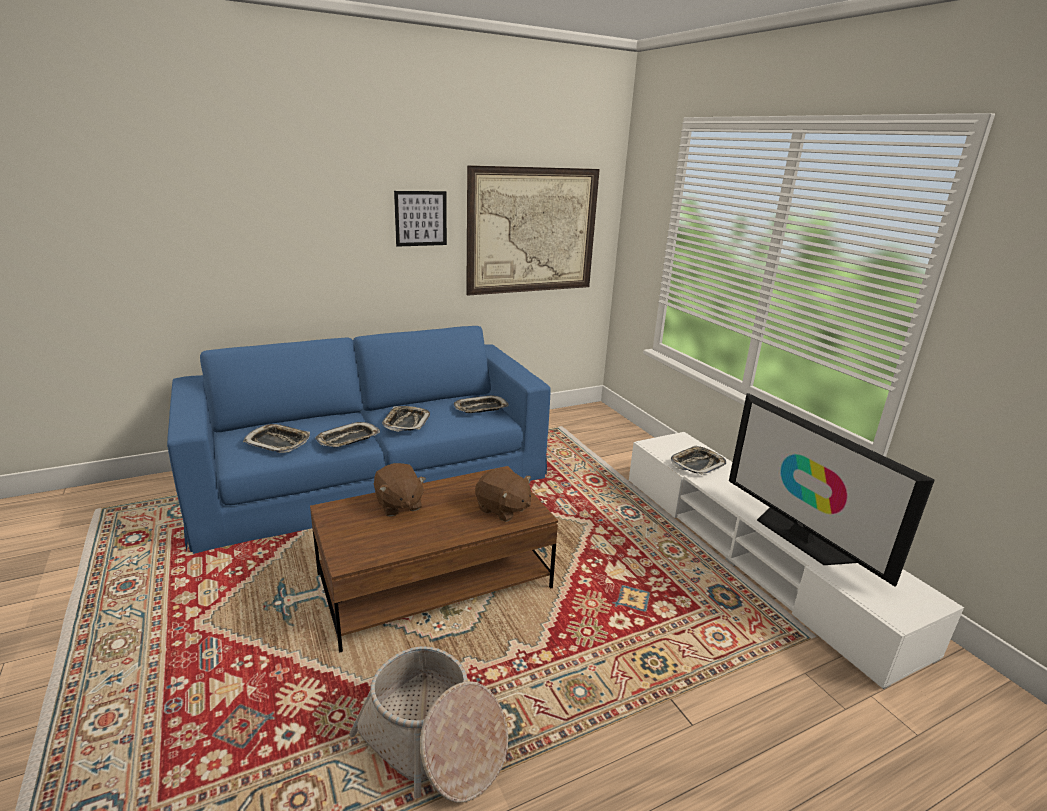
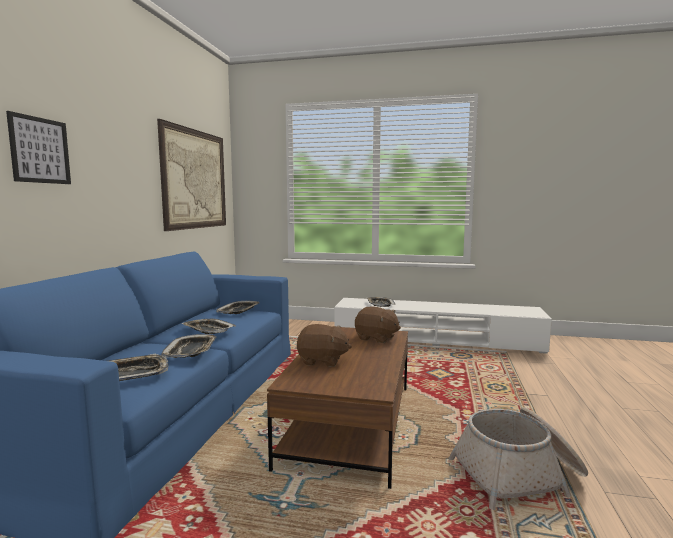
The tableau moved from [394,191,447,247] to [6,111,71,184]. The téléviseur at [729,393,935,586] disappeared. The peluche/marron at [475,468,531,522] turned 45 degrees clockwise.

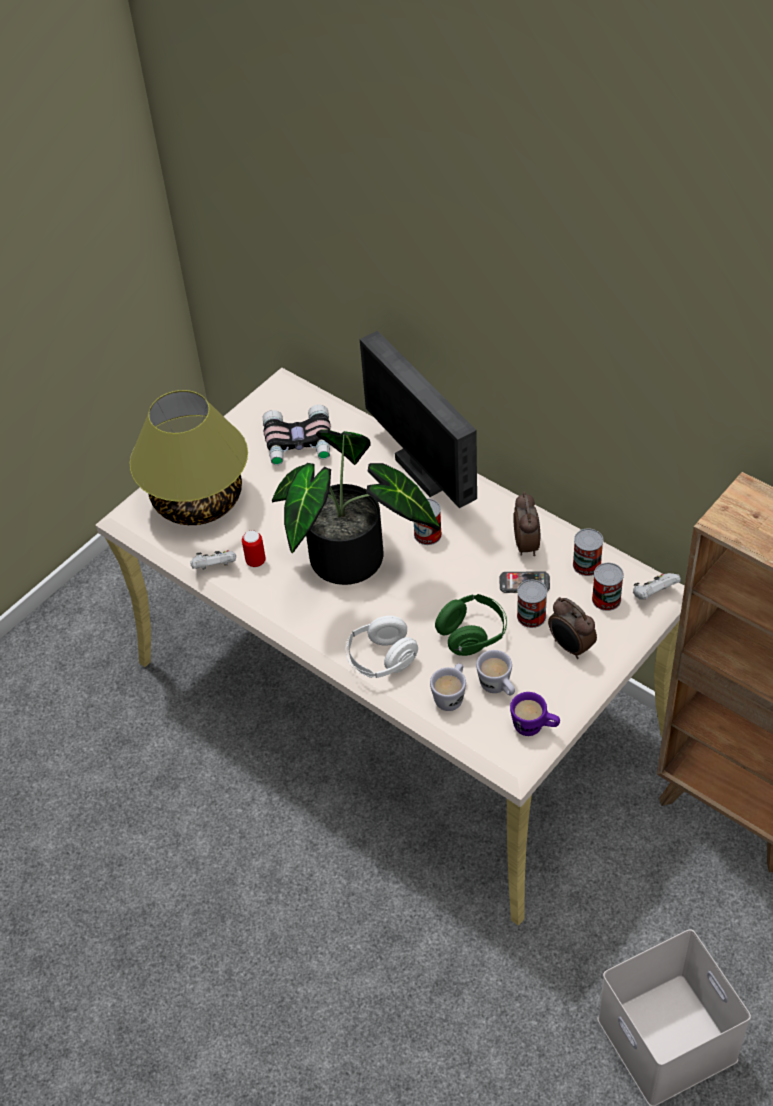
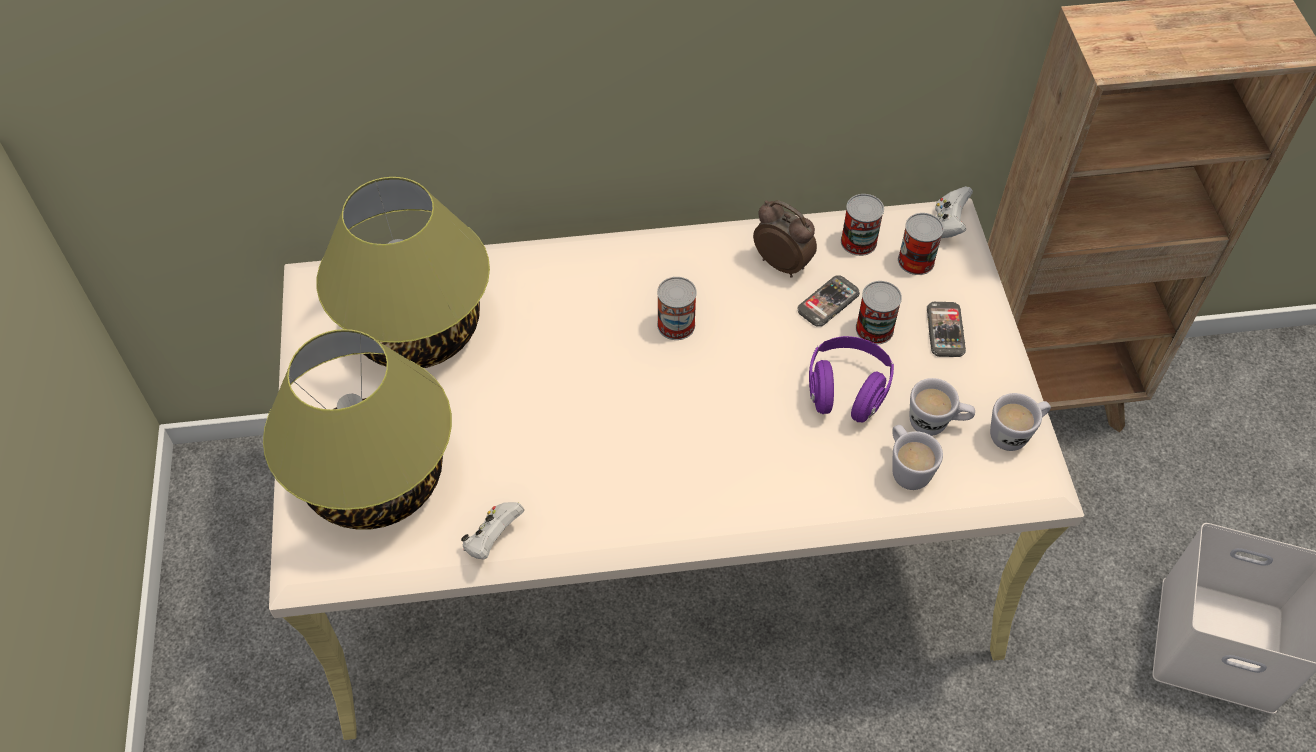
The écran d'ordinateur at [360,331,477,508] disappeared. The jumelles at [263,405,331,465] was replaced by the lampe de table at [317,177,490,368]. The plante en pot at [272,430,440,585] disappeared. The boîte métallique at [242,531,266,567] disappeared. The casque audio/vert at [435,594,507,656] became the casque audio/violet at [809,336,894,422]. The réveil at [548,597,597,659] was replaced by the téléphone at [927,302,966,357]. The casque audio/blanc at [345,616,418,678] disappeared. The mug/violet at [510,692,560,736] became the mug/blanc at [990,393,1051,451].

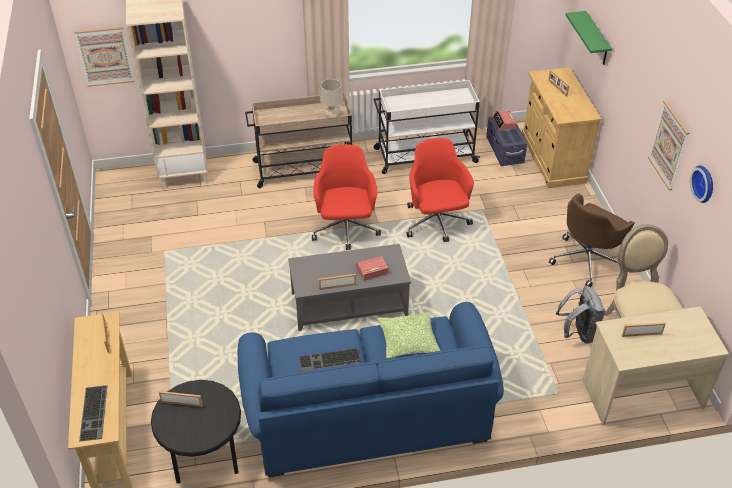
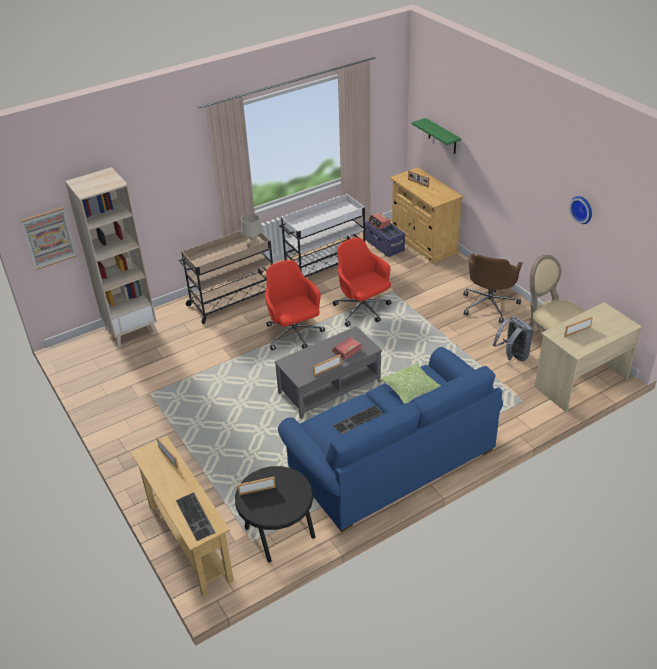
The tableau at [648,101,690,190] disappeared.

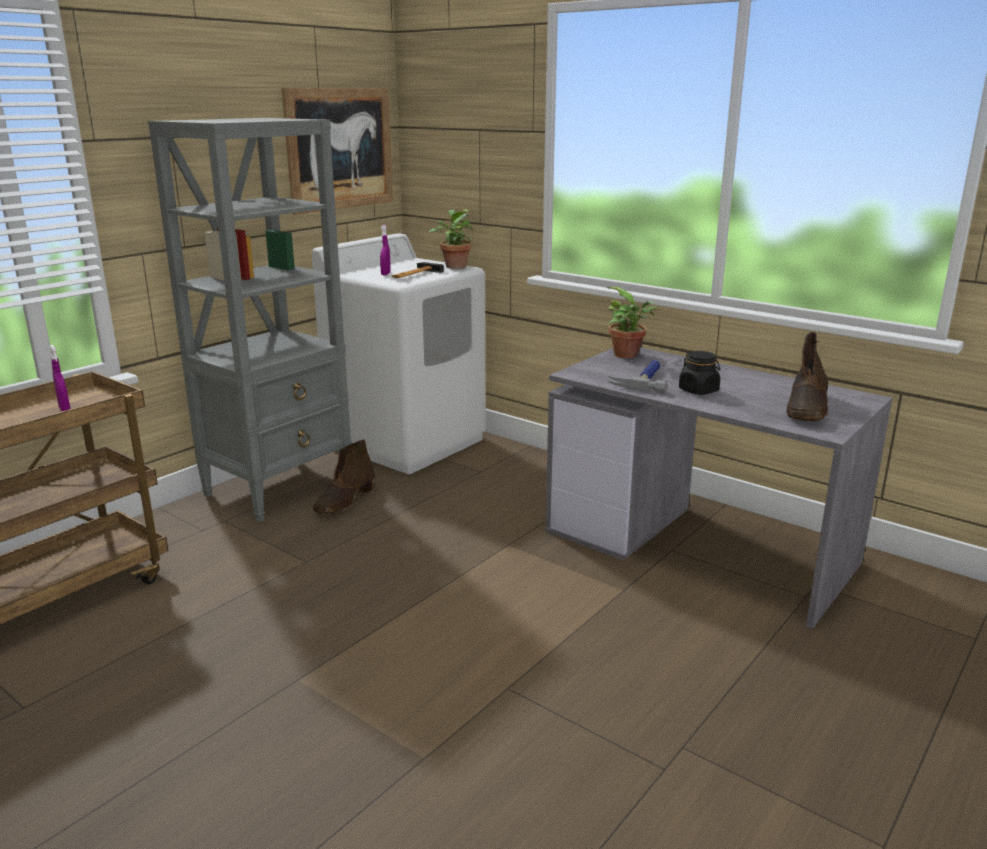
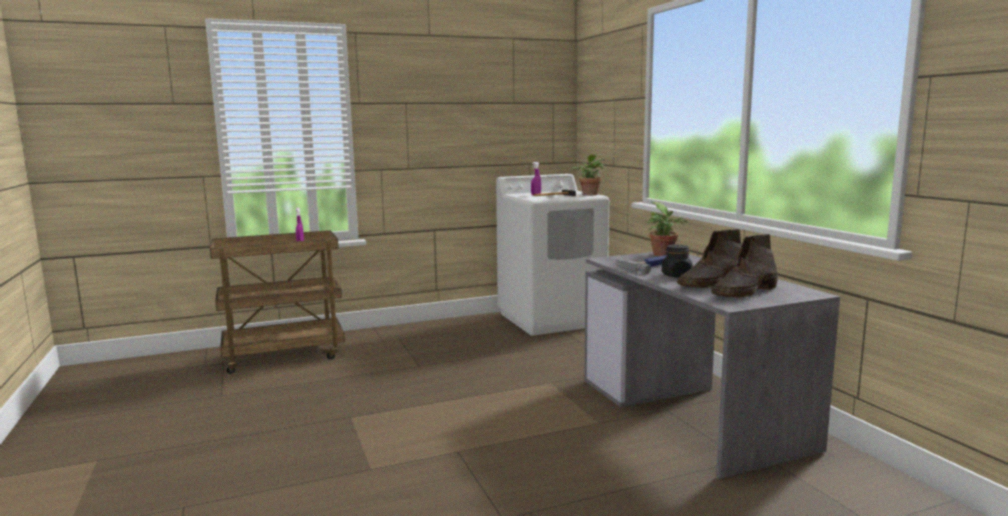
The tableau at [281,88,393,215] disappeared. The bibliothèque/gris at [148,118,352,522] disappeared. The botte/marron moved from [313,439,375,514] to [677,229,742,288].

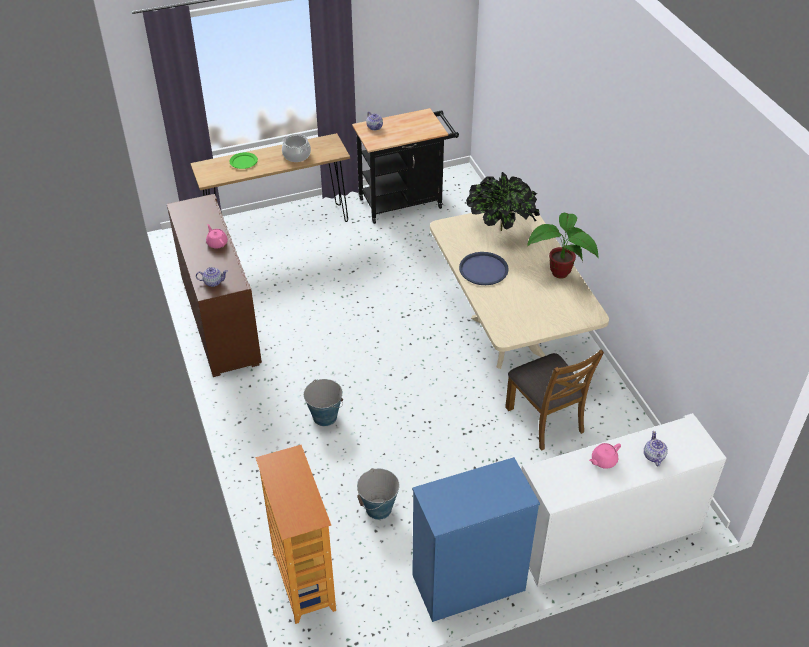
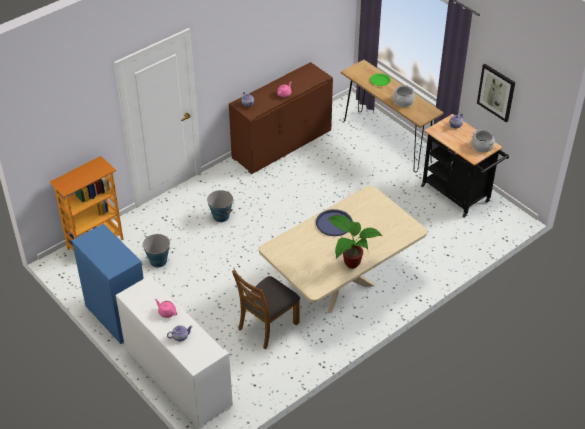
The plante en pot at [466,172,540,231] disappeared. The tableau at [477,64,515,122] appeared. The marmite at [471,129,495,153] appeared.

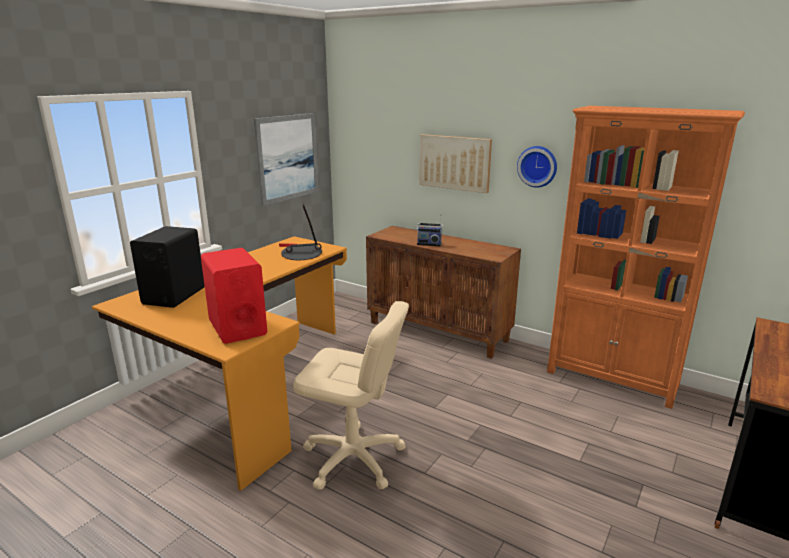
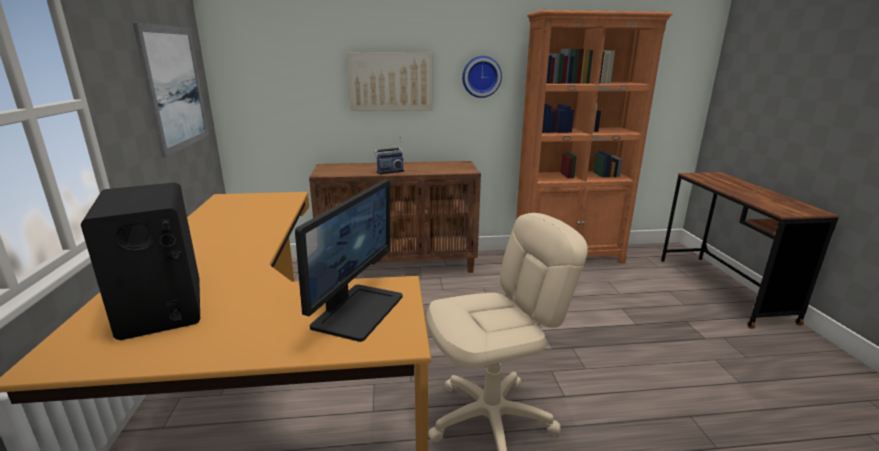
The lampe de table at [279,203,322,260] disappeared. The enceinte/rouge at [201,248,267,344] was replaced by the écran d'ordinateur at [295,179,403,342].

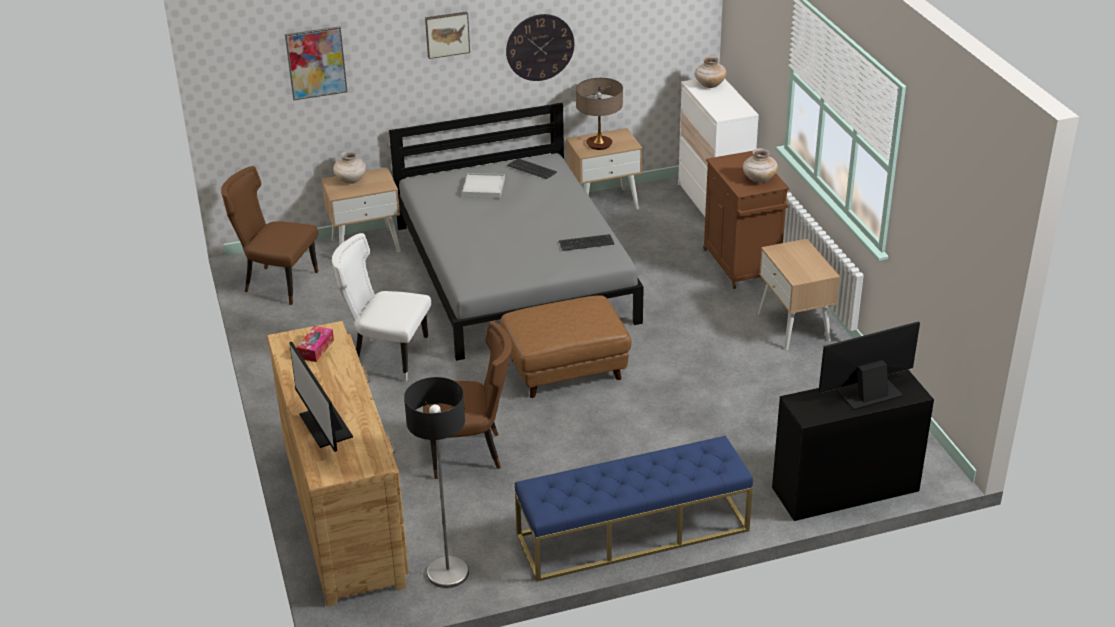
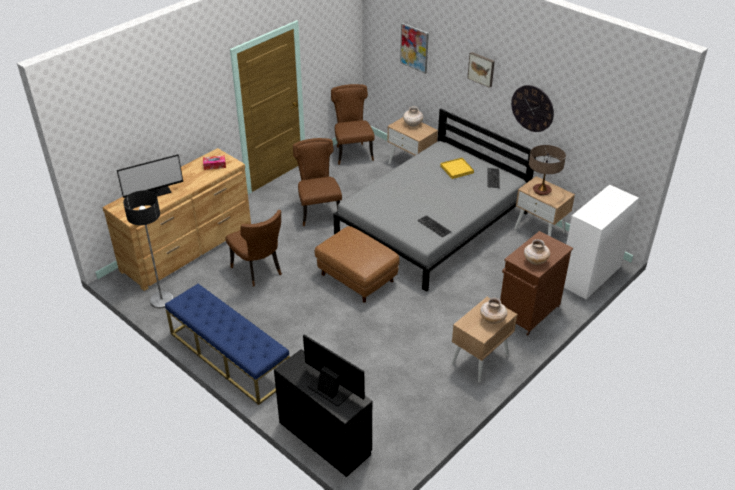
The vase/beige moved from [695,56,727,88] to [480,298,507,324]. The plateau/blanc at [462,173,505,198] became the plateau/jaune at [440,158,474,179]. The chaise/blanc at [332,233,431,382] became the chaise/marron at [293,138,342,226]. The écran d'ordinateur at [289,342,353,452] turned 150 degrees counterclockwise.

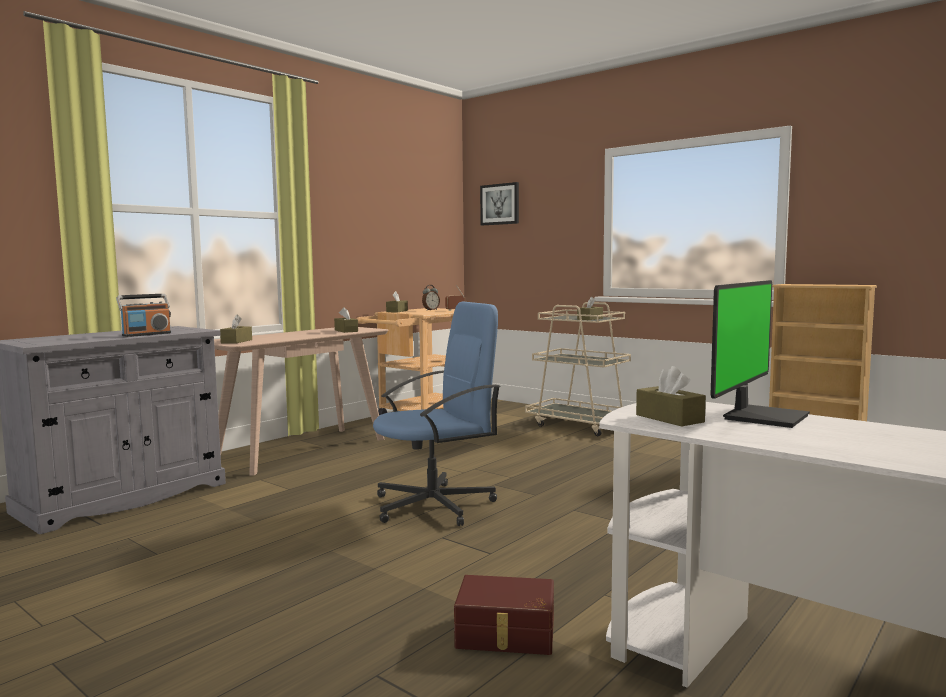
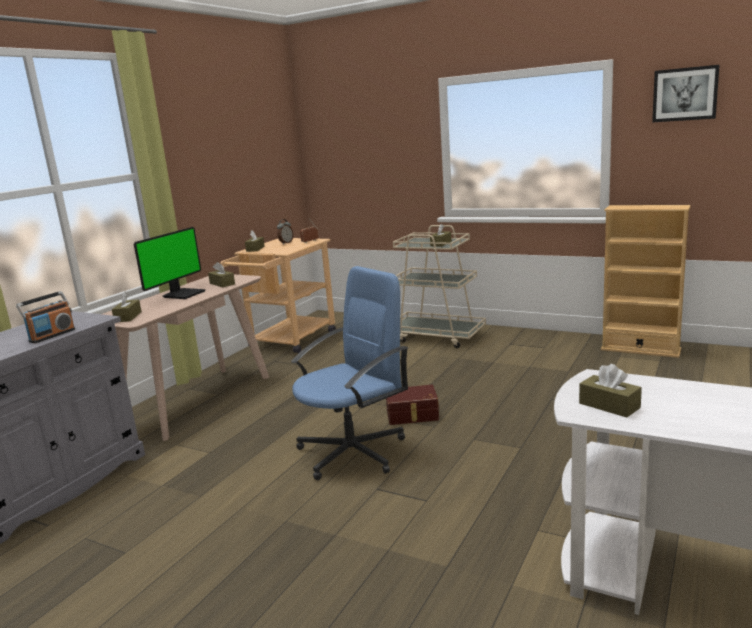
The tableau moved from [480,182,519,225] to [652,65,720,122]. The écran d'ordinateur moved from [710,280,810,428] to [134,227,205,299]. The boîte de rangement/marron moved from [454,575,554,655] to [386,385,439,425].

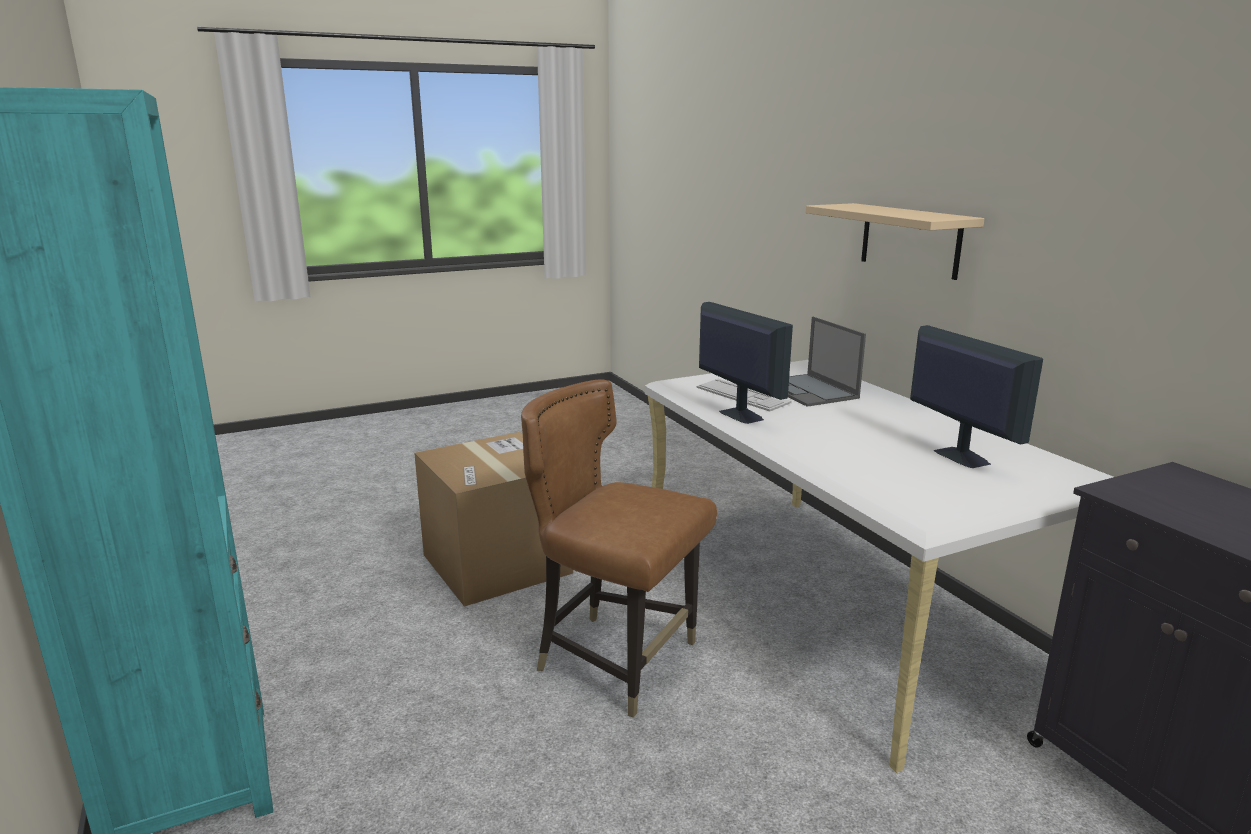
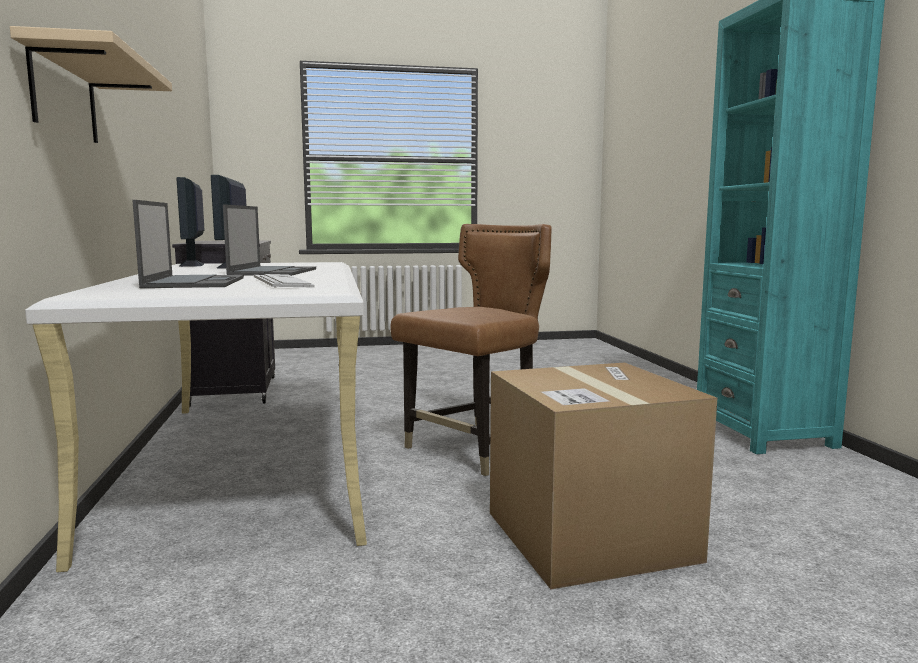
The écran d'ordinateur moved from [699,302,793,424] to [176,177,205,267]. The chaise/marron at [521,379,717,718] turned 90 degrees counterclockwise. The ordinateur portable at [223,204,316,276] appeared.

